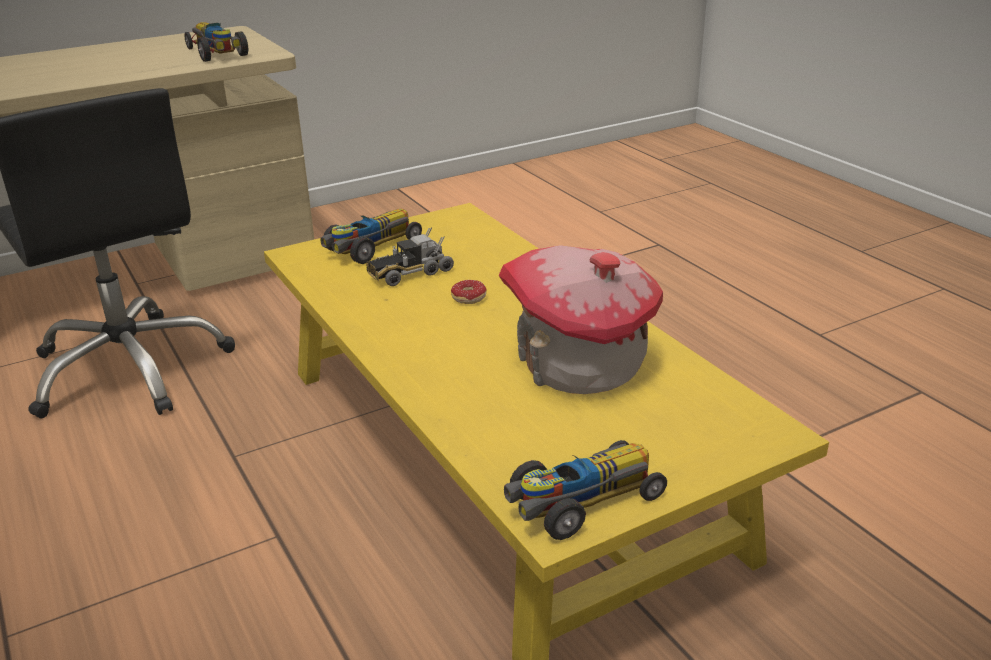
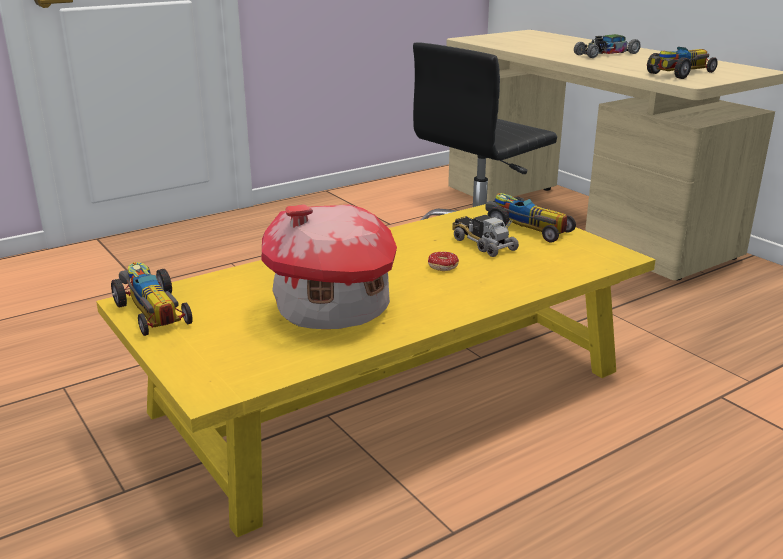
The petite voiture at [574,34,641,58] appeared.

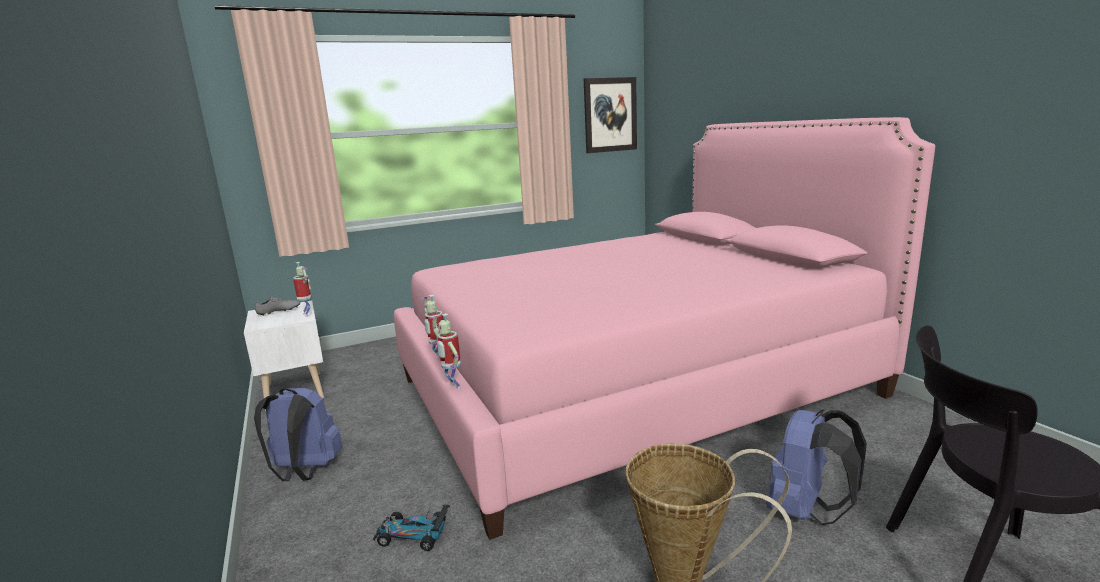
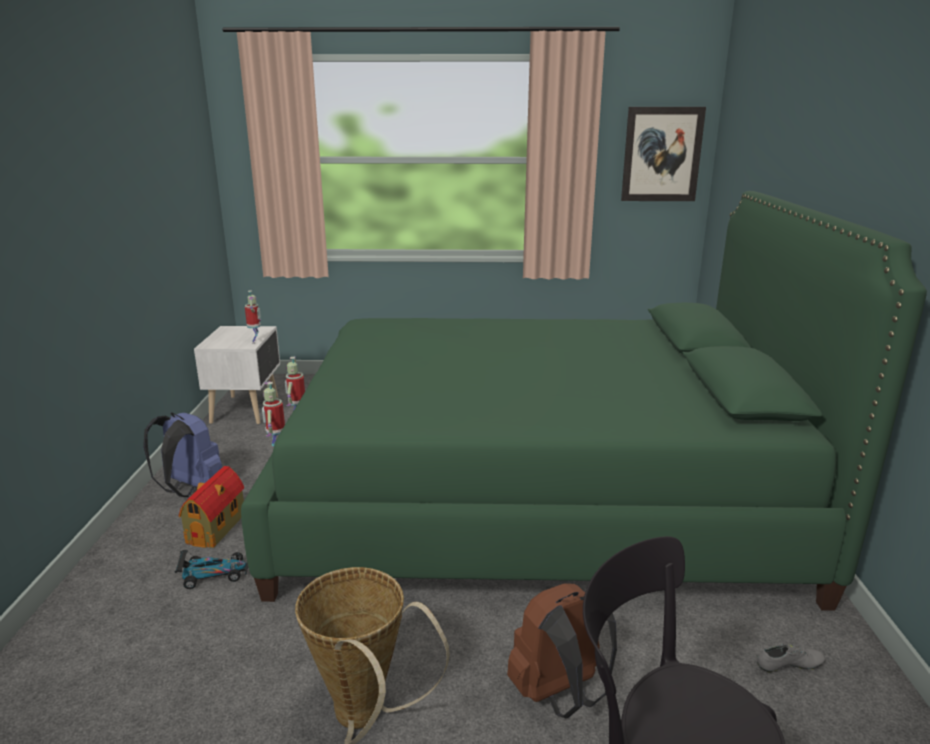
The lit/rose at [394,117,935,540] became the lit/vert at [241,191,927,611]. The chaussure/gris moved from [255,297,300,316] to [757,643,825,673]. The sac à dos/bleu at [767,409,867,525] became the sac à dos/marron at [507,583,617,718]. The petite voiture at [373,504,450,551] turned 135 degrees clockwise. The maison miniature at [179,466,244,548] appeared.

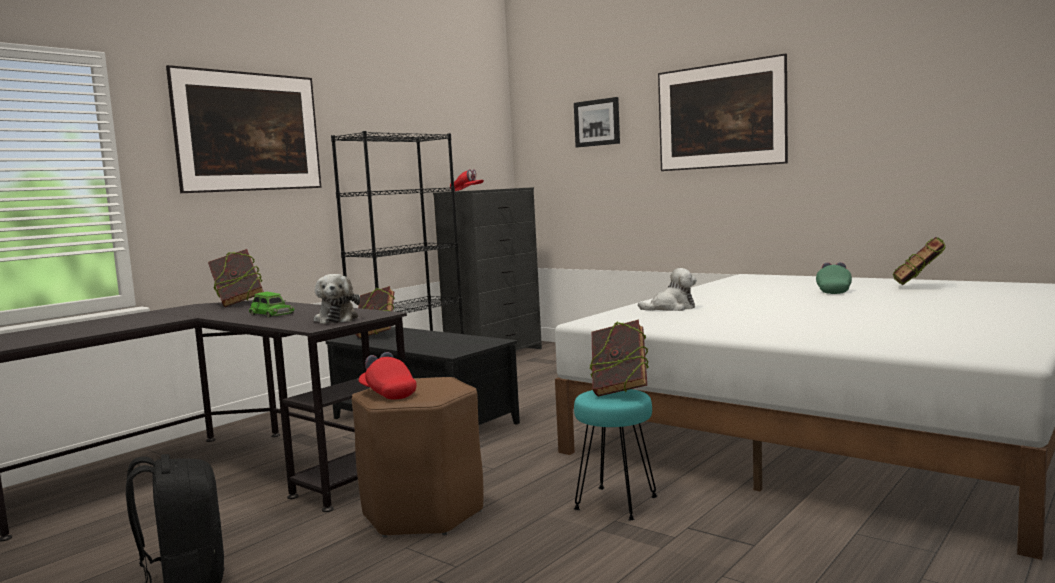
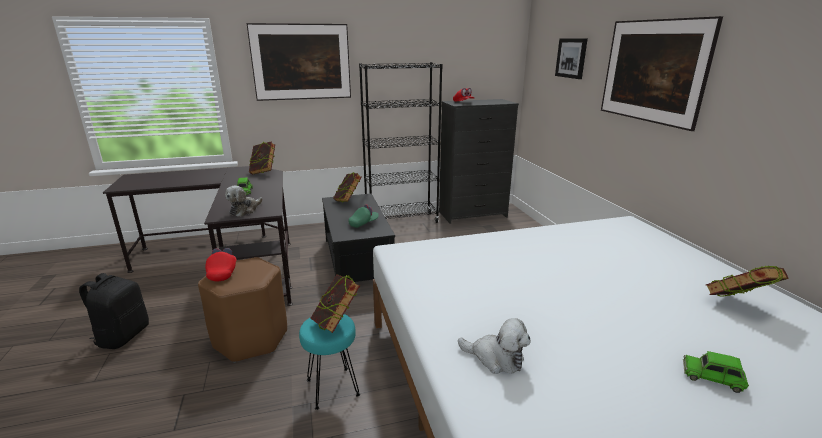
The casquette/vert moved from [816,262,852,294] to [348,204,379,228]. The peluche moved from [638,268,697,311] to [458,318,530,374]. The petite voiture/vert at [683,351,749,393] appeared.

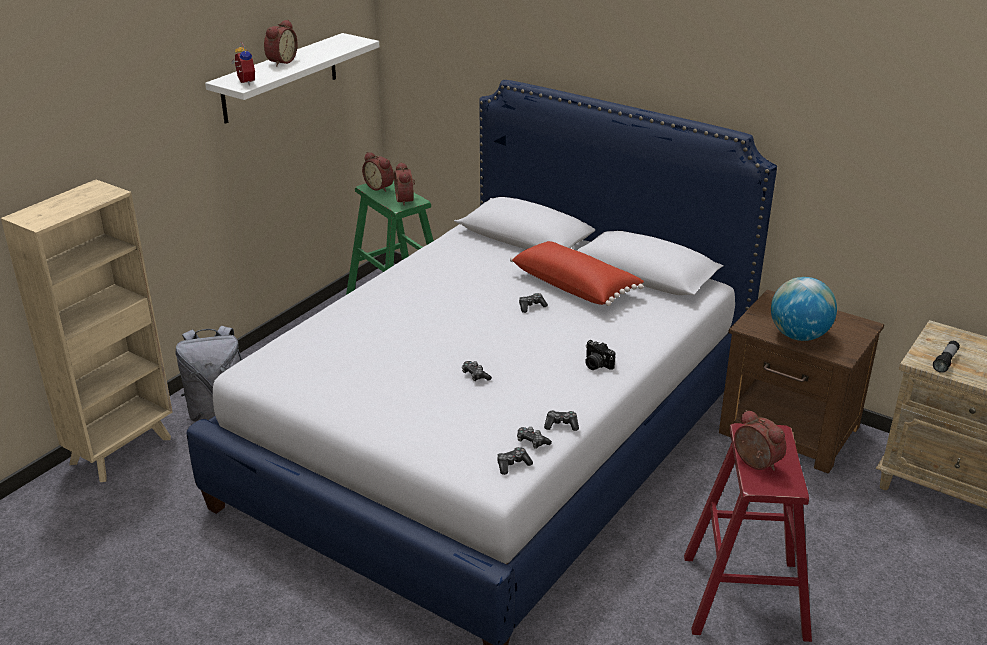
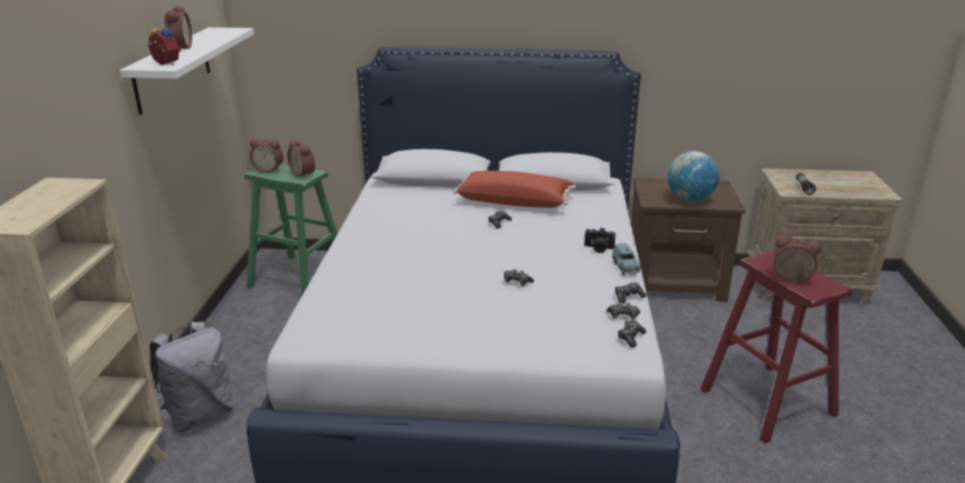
The petite voiture/bleu at [612,243,641,275] appeared.

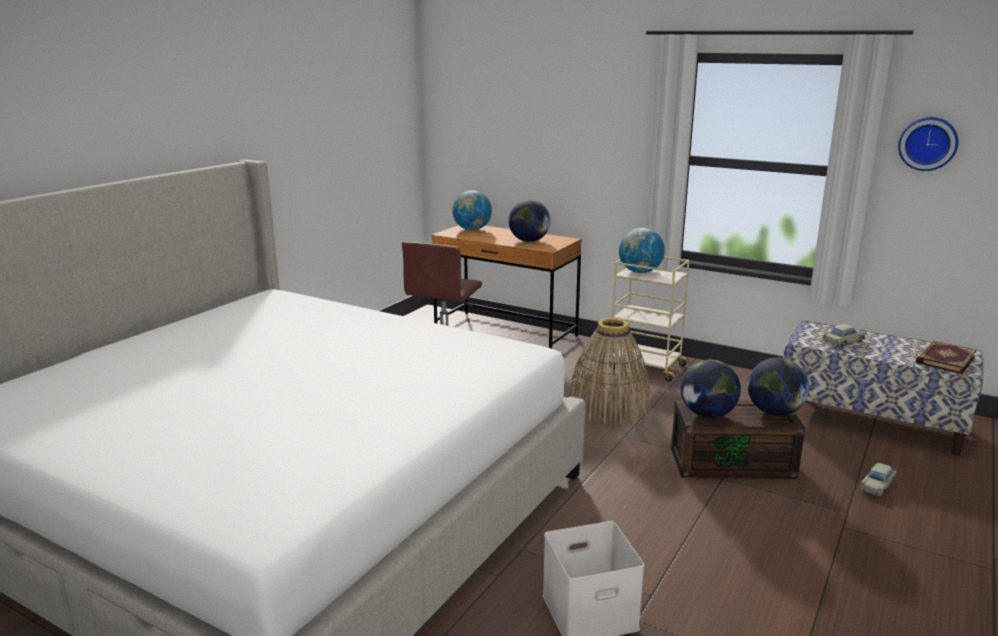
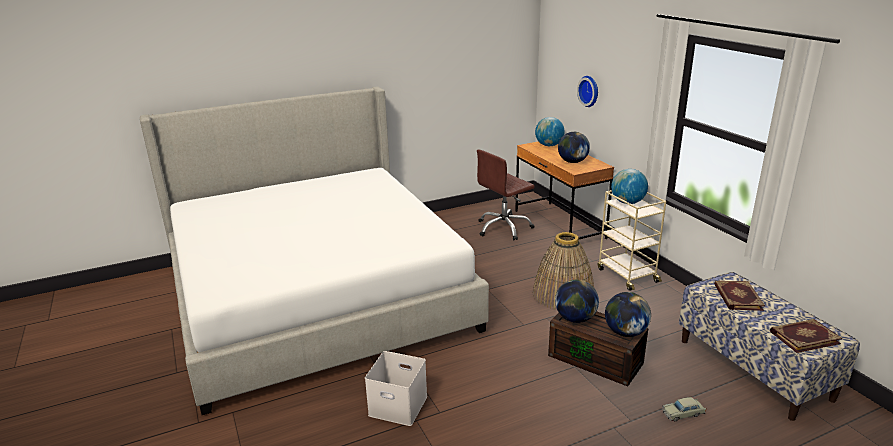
The horloge murale moved from [898,117,958,171] to [577,76,598,107]. The petite voiture/beige at [823,324,866,346] was replaced by the livre at [714,281,765,311].

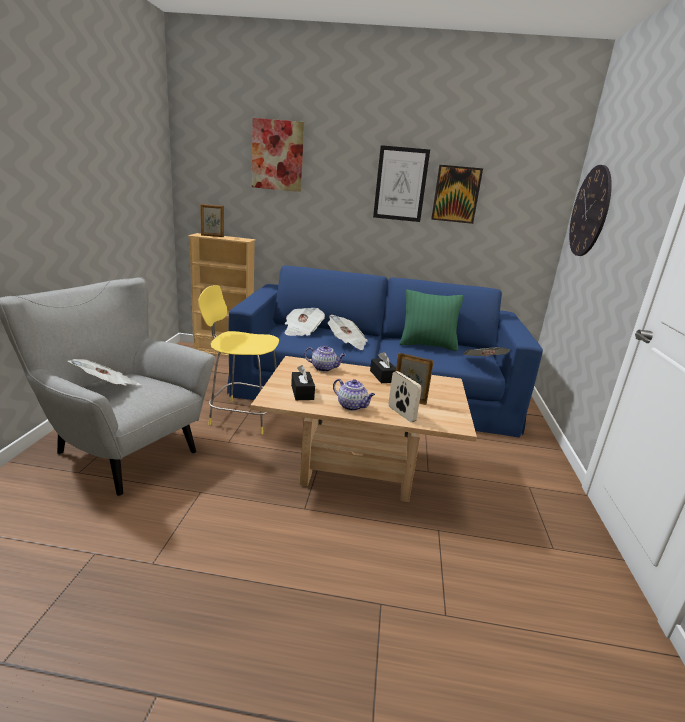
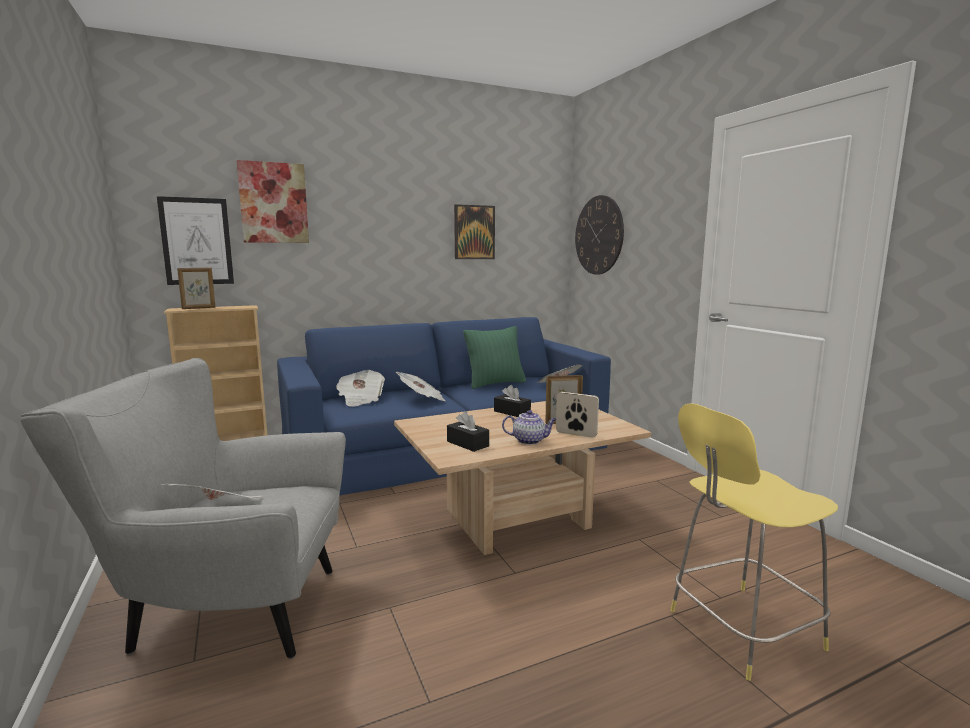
The tableau moved from [373,145,430,222] to [157,196,234,285]. The tabouret/jaune moved from [198,285,279,434] to [670,403,838,681]. The théière at [304,345,346,372] disappeared.

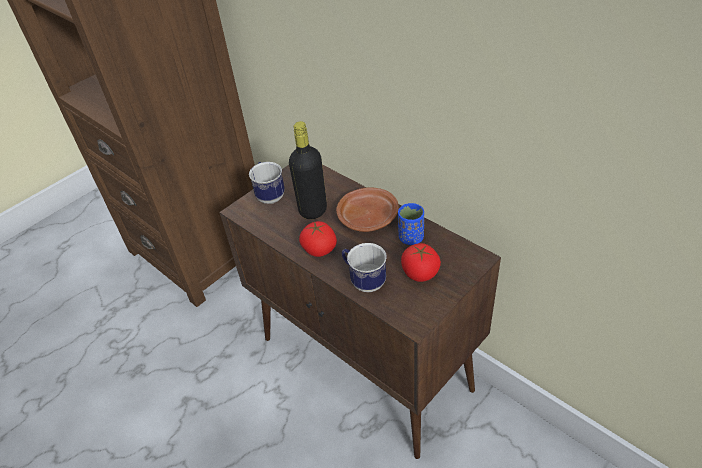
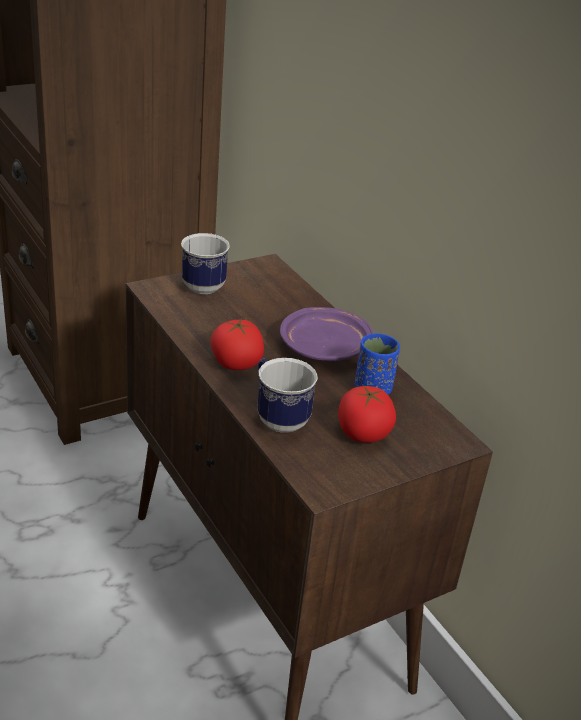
The bouteille/noir at [289,121,327,219] disappeared. The assiette/marron at [336,187,399,232] became the assiette/violet at [280,307,373,361].

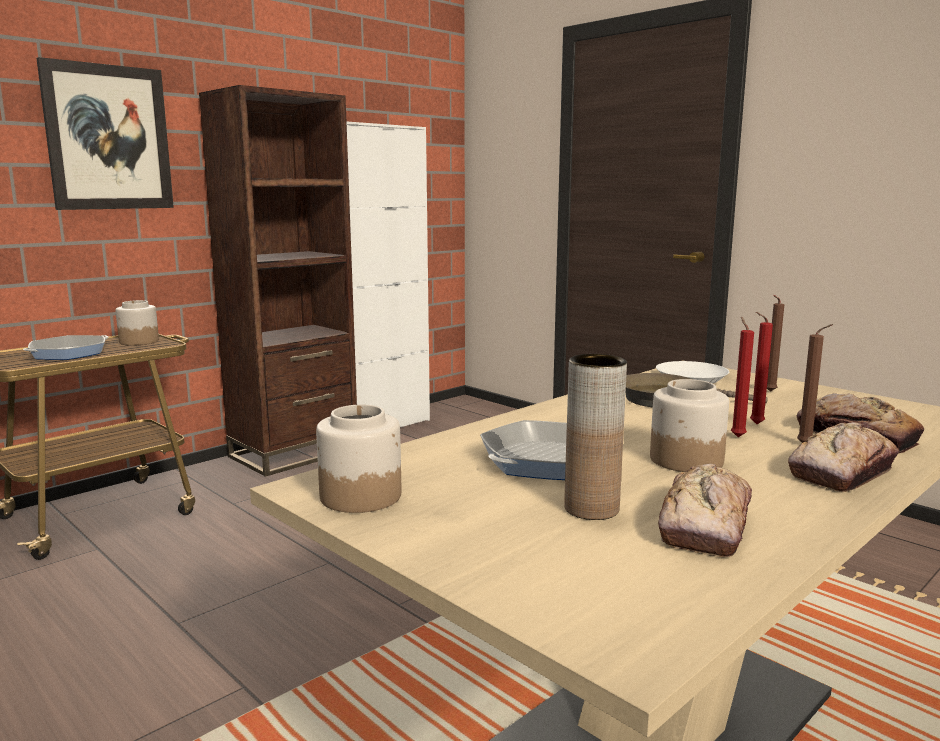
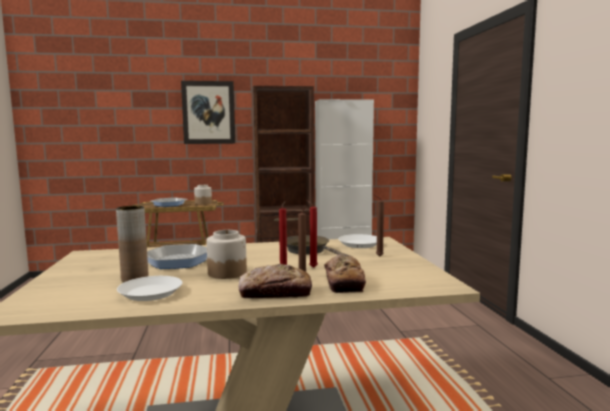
The bocal at [316,405,401,513] disappeared. The pain at [658,463,752,557] was replaced by the assiette/blanc at [117,276,183,301].

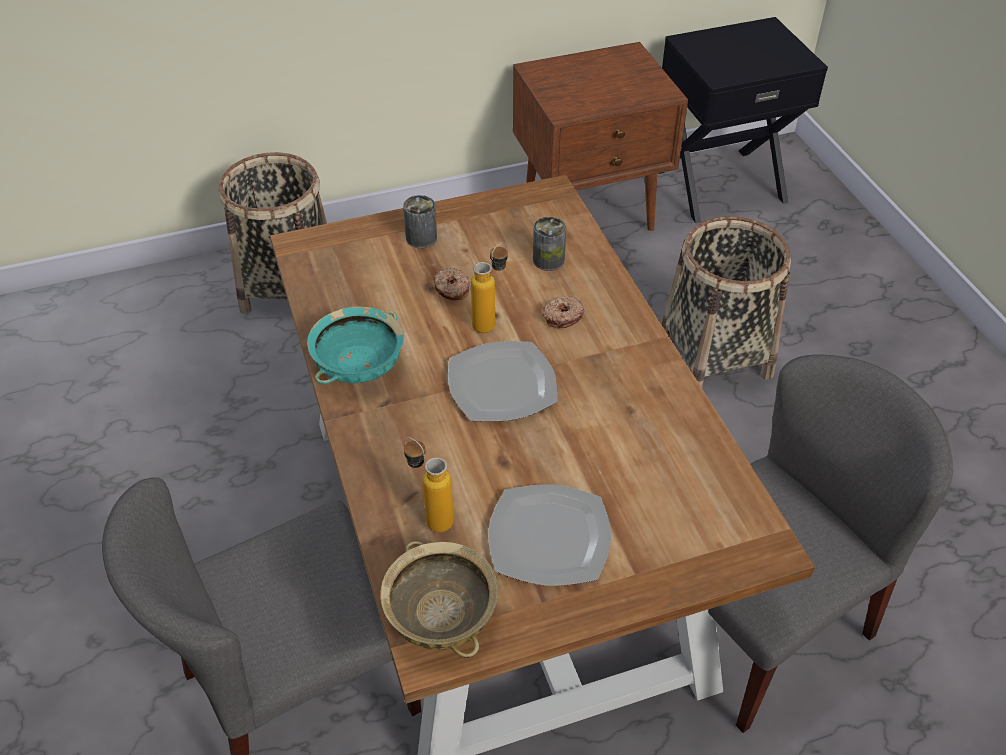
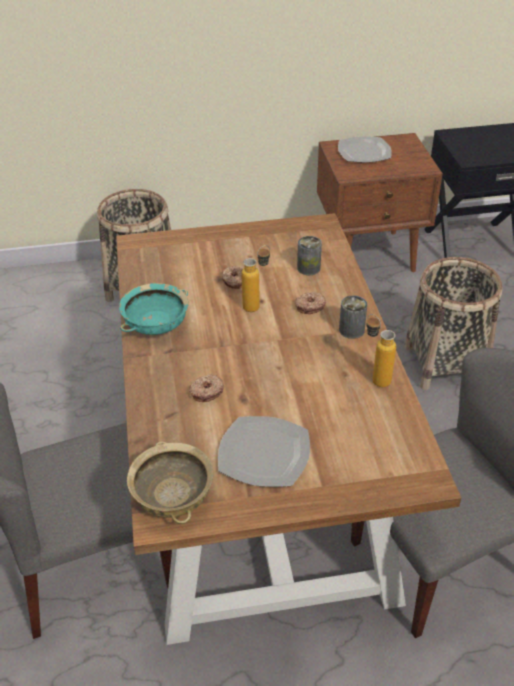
The boîte métallique moved from [403,195,437,248] to [339,295,367,339]. The assiette moved from [448,341,557,422] to [338,136,392,163]. The bouteille moved from [404,437,454,532] to [366,314,396,387]. The beignet at [189,374,224,402] appeared.

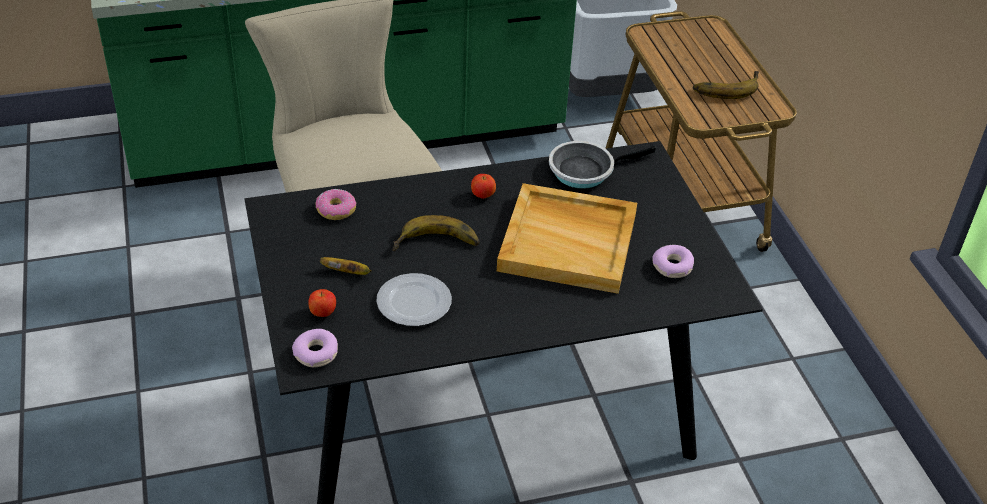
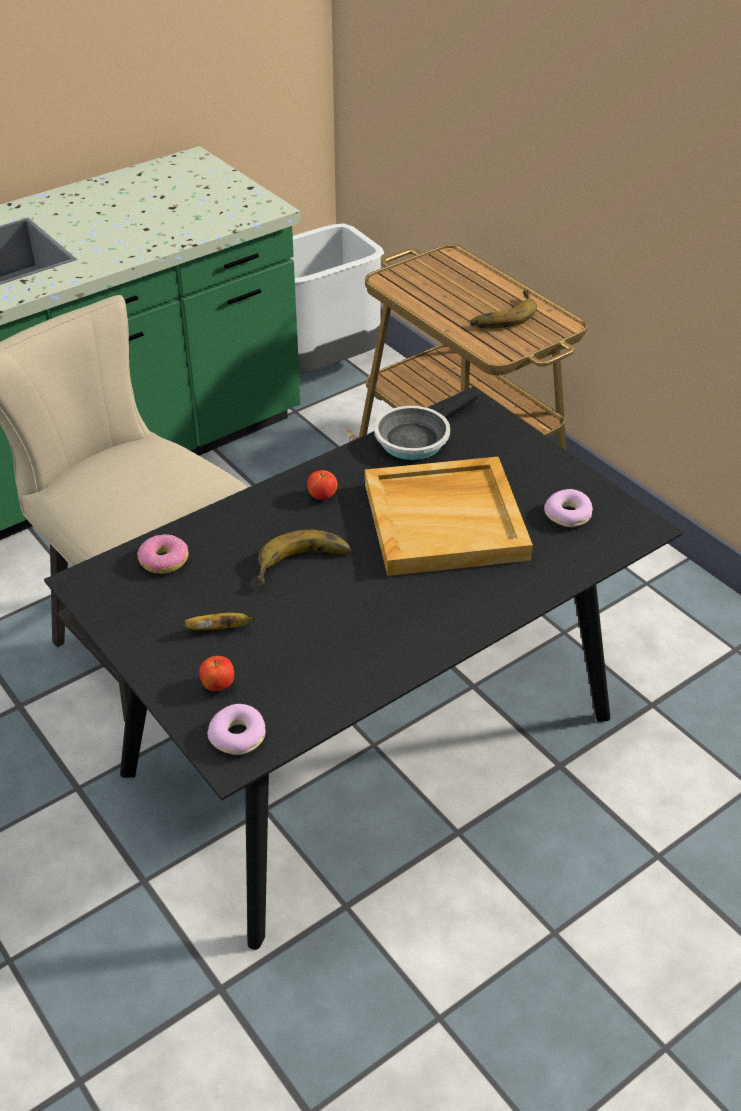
The assiette at [376,273,452,326] disappeared.

